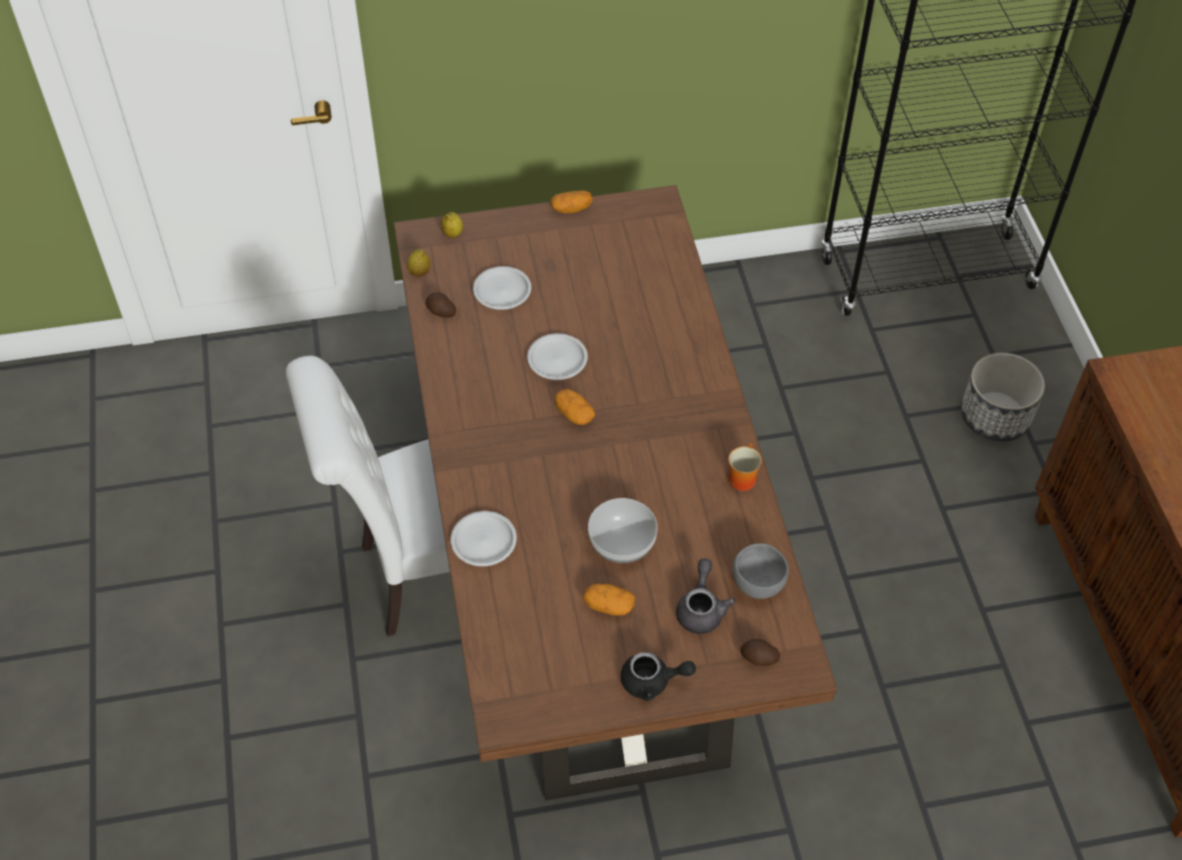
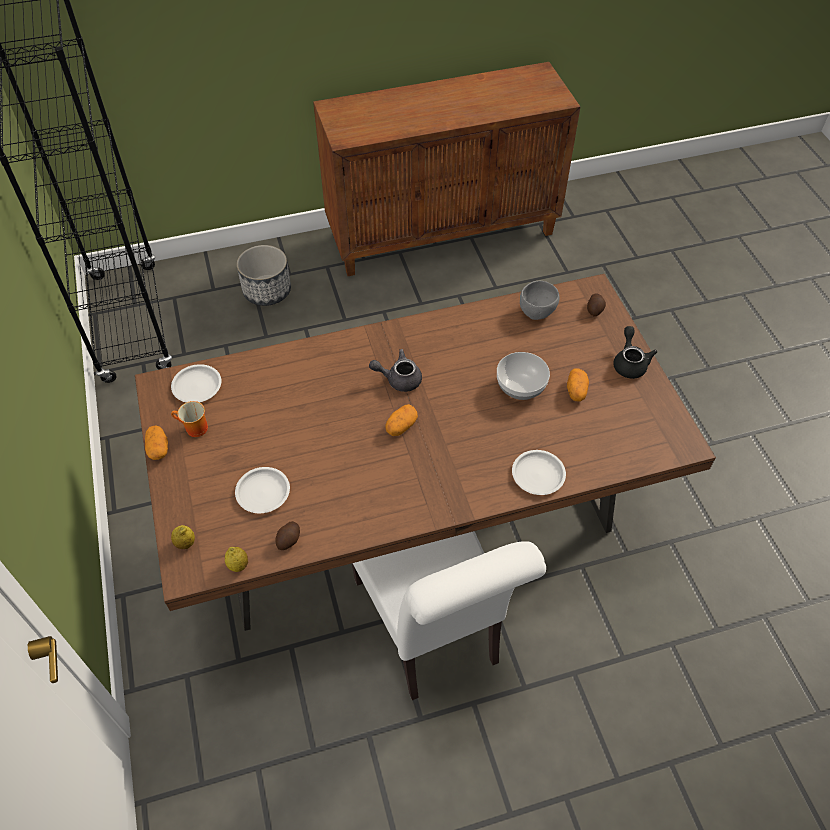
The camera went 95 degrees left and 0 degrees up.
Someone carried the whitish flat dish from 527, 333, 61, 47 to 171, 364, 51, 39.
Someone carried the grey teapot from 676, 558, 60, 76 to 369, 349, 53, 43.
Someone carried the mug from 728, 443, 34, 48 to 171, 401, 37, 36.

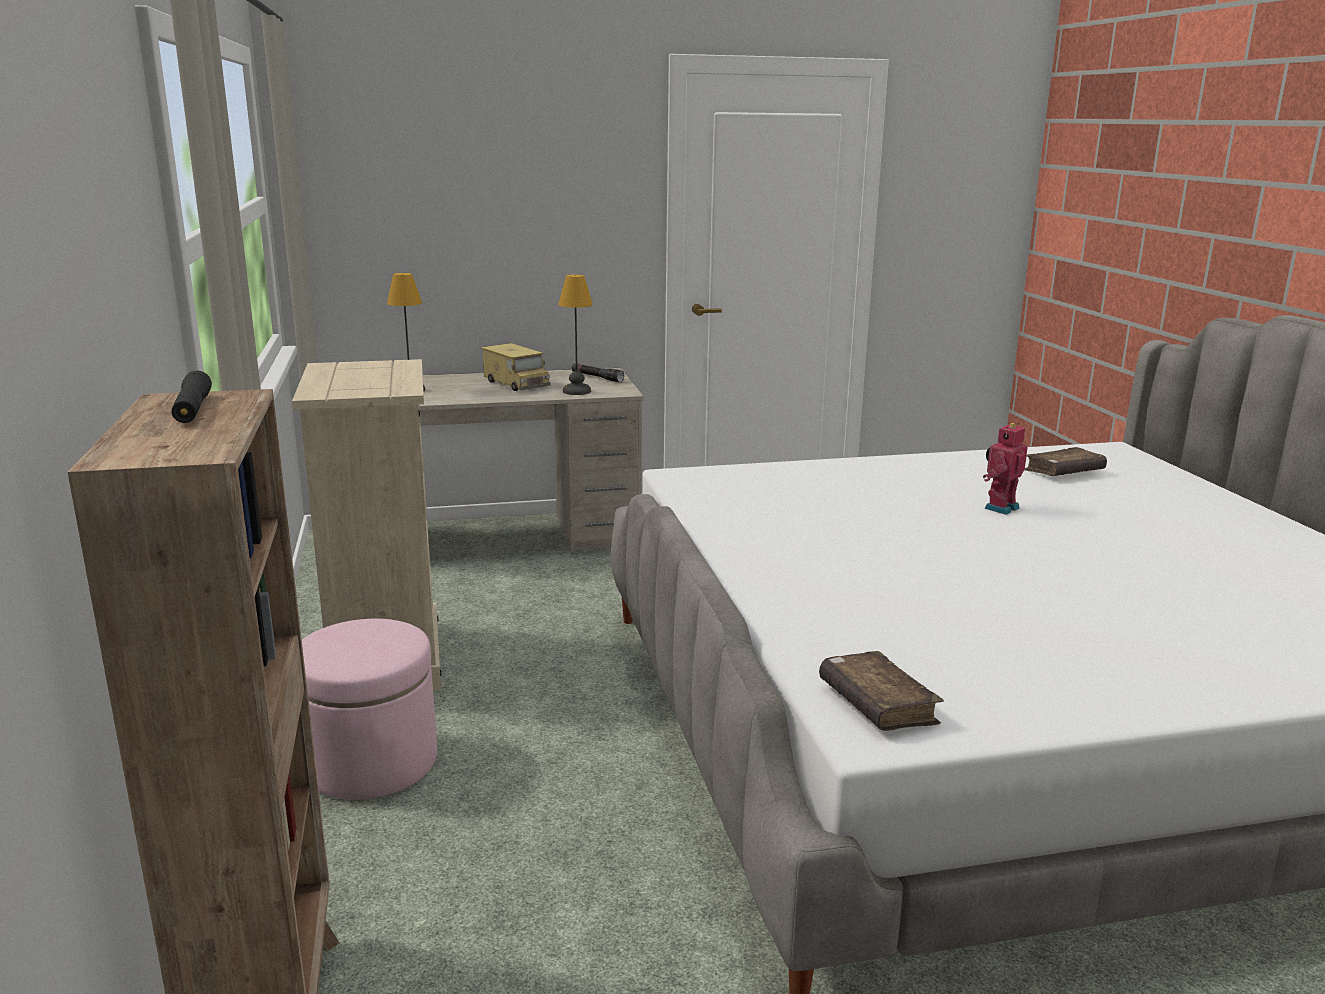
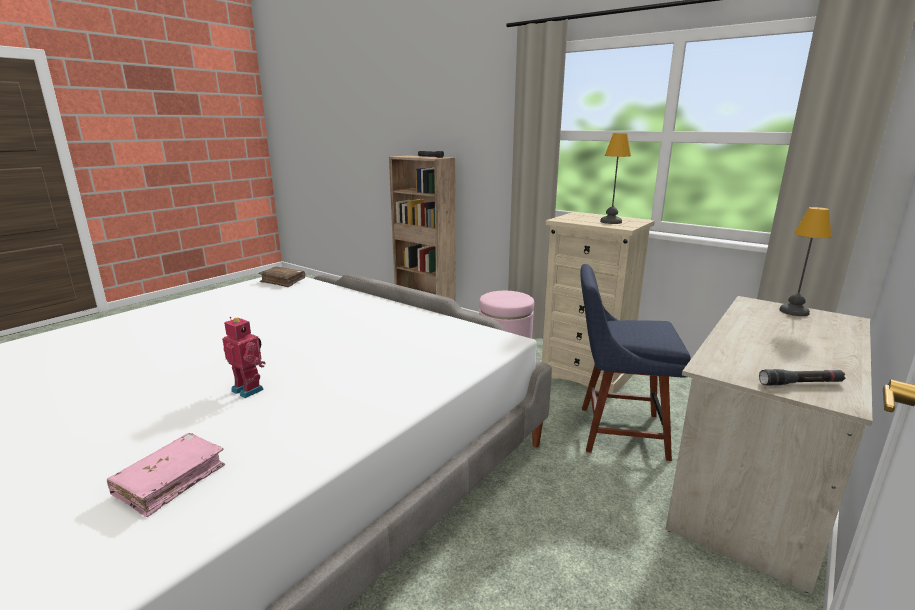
The camera went 140 degrees right and 0 degrees up.
Someone took away the model truck at 481, 343, 70, 48.
Someone carried the lamp for a table from 558, 274, 35, 121 to 600, 133, 31, 91.
Someone rotated the robot figure at 983, 422, 45, 93 by 60 degrees counterclockwise.
Someone repainted the brownish book at 1025, 447, 82, 29, which became the pink book at 107, 433, 118, 84.
Someone put down the bluish chair at 581, 264, 110, 197.

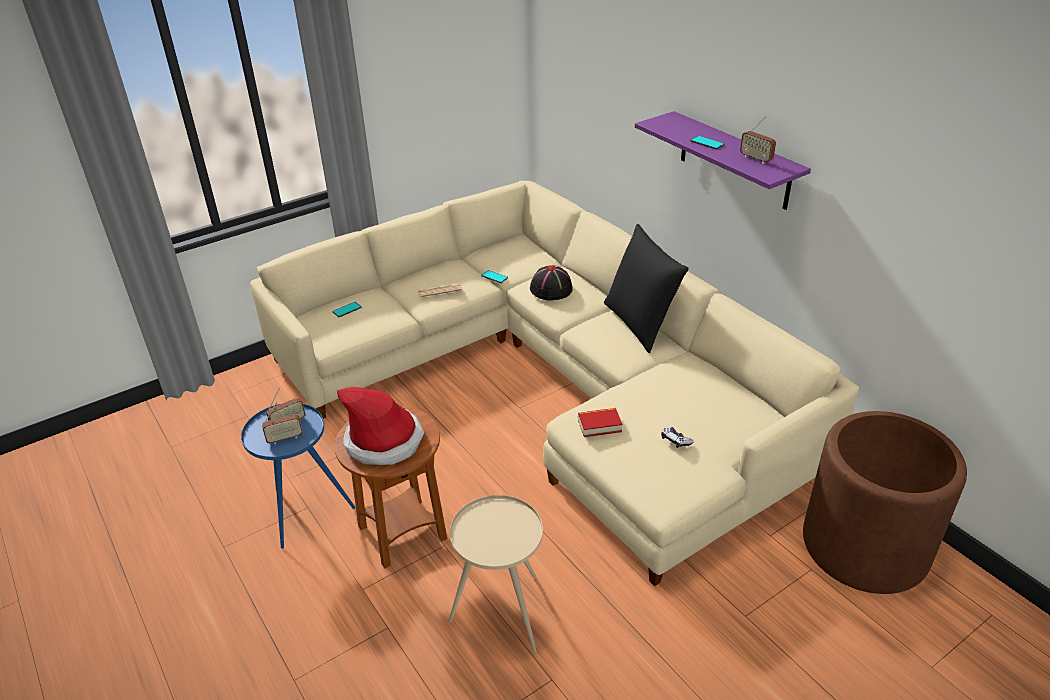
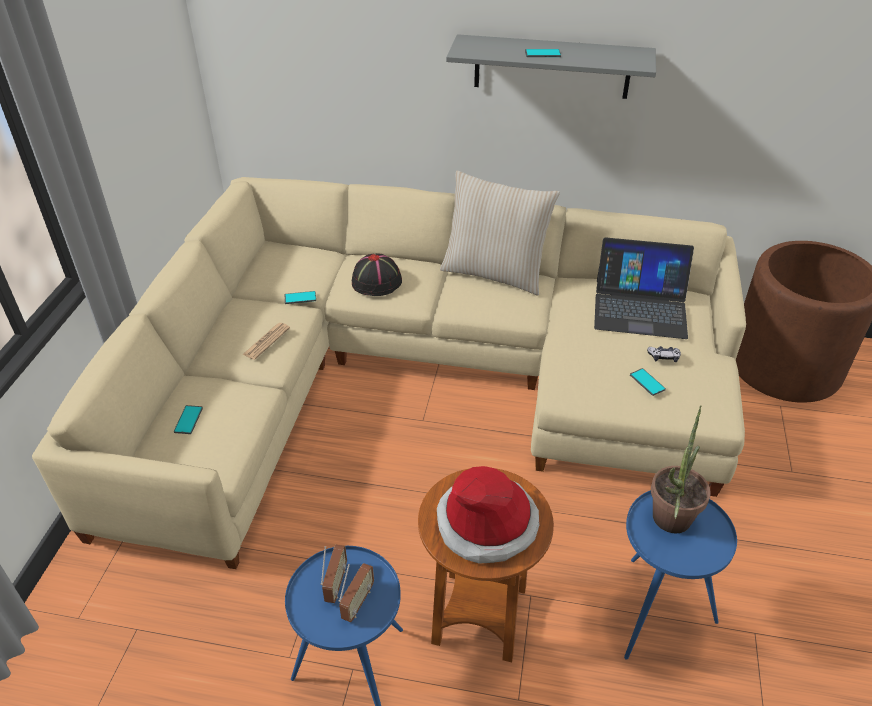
The camera went 45 degrees left and 5 degrees up.
Someone repainted the sand-coloured accent table at 448, 495, 95, 158, which became the bluish accent table at 624, 490, 113, 169.
Someone took away the book at 578, 408, 44, 29.
Someone repainted the blackish pillow at 604, 224, 84, 129, which became the sand-coloured pillow at 440, 171, 120, 124.
Someone repainted the purple shelf at 635, 111, 176, 99, which became the grey shelf at 446, 34, 210, 65.
Someone took away the radio set at 740, 116, 36, 48.
Someone put down the laptop at 594, 237, 100, 102.
Someone put down the handset at 630, 368, 36, 28.
Someone put down the houseplant at 651, 405, 60, 128.

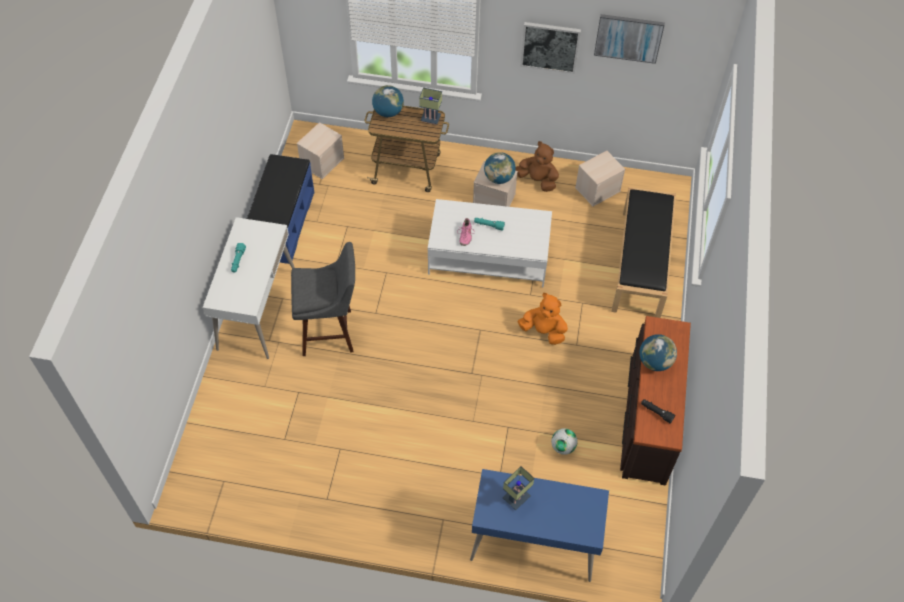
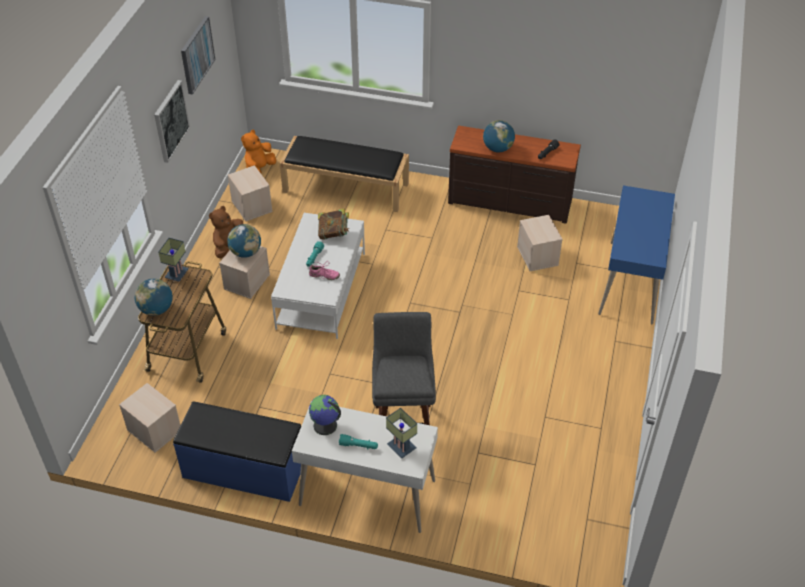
The camera went 85 degrees left and 10 degrees down.
Someone carried the lamp for a table from 502, 466, 32, 44 to 386, 408, 31, 50.
Someone carried the orange-coloured plush toy from 517, 293, 51, 52 to 241, 130, 35, 43.
Someone swapped the ball for football at 551, 428, 27, 27 for the sand-coloured storage bin at 517, 215, 46, 56.
Someone put down the world globe at 309, 395, 32, 40.
Someone put down the book at 318, 209, 31, 31.

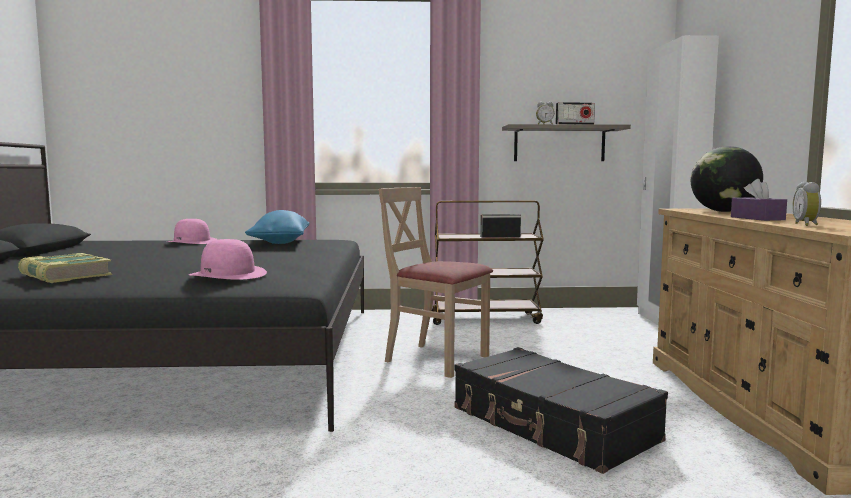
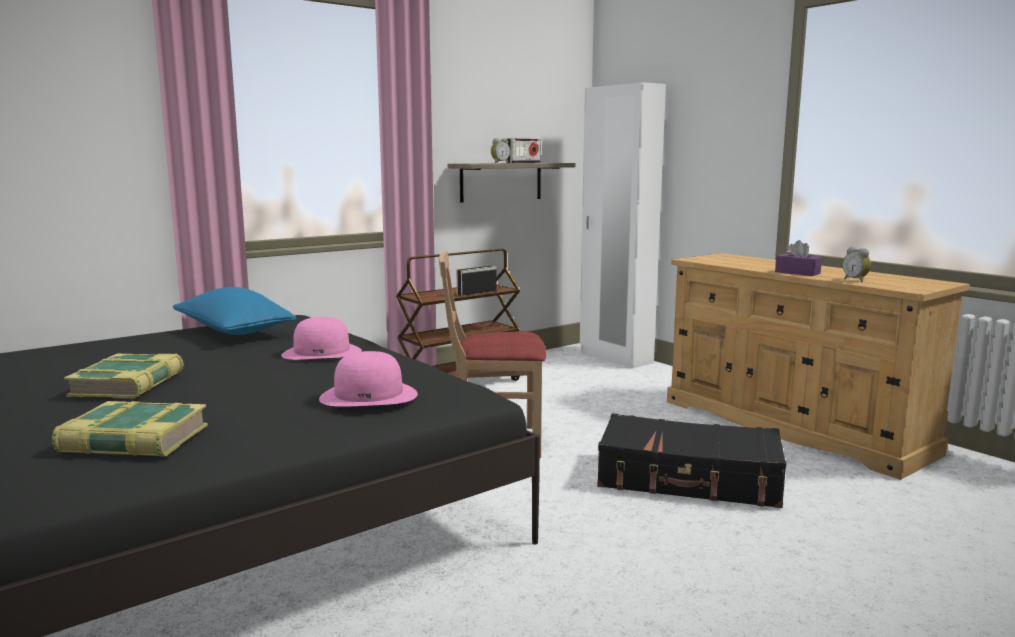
The camera went 35 degrees left and 5 degrees up.
Someone carried the pink hat from 169, 219, 49, 25 to 281, 317, 81, 43.
Someone took away the world globe at 691, 146, 72, 66.
Someone put down the book at 64, 354, 120, 45.

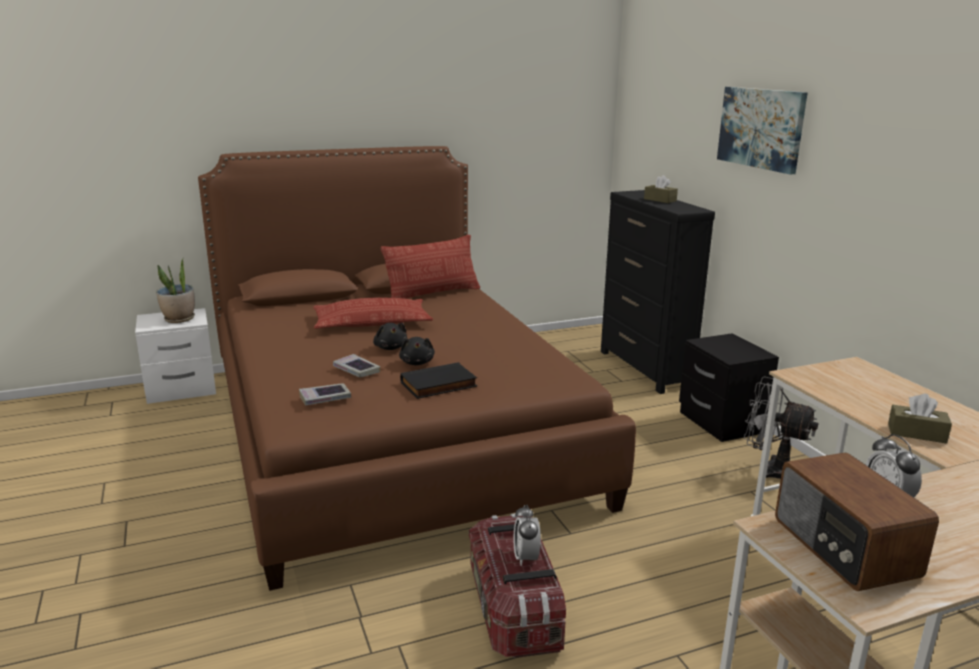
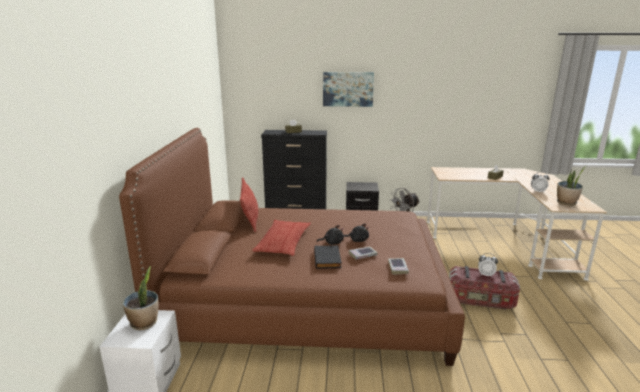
The camera went 65 degrees left and 0 degrees up.
Someone carried the blackish book from 400, 362, 77, 37 to 314, 245, 28, 24.
Someone swapped the radio set at 775, 453, 164, 138 for the houseplant at 557, 166, 29, 40.

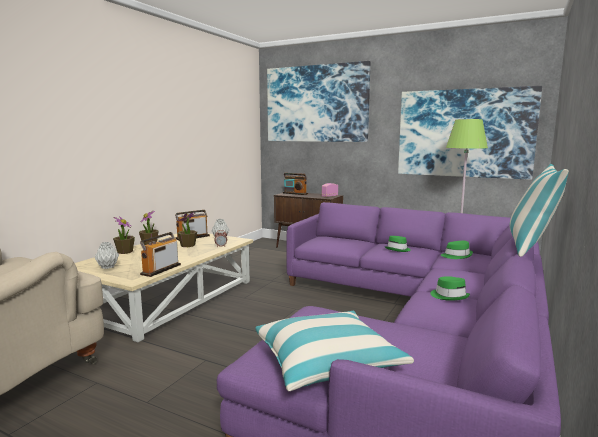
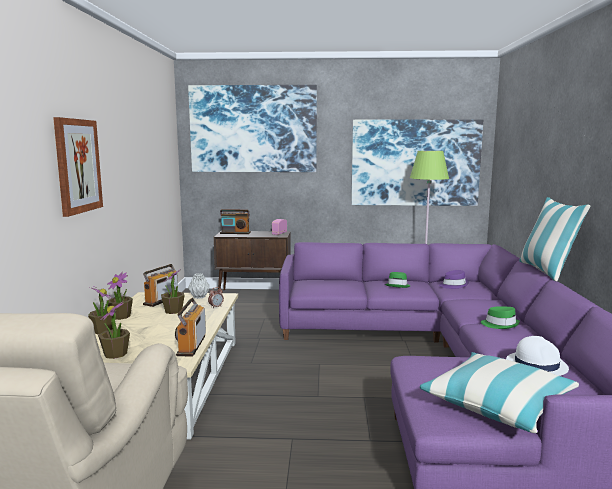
The camera went 25 degrees left and 0 degrees up.
Someone swapped the grey decorative vase at 95, 242, 24, 27 for the houseplant at 98, 302, 32, 57.
Someone repainted the green-coloured hat at 441, 241, 32, 18, which became the purple hat at 439, 270, 30, 19.
Someone put up the wall picture at 53, 117, 50, 100.
Someone put down the whitish hat at 506, 336, 63, 40.

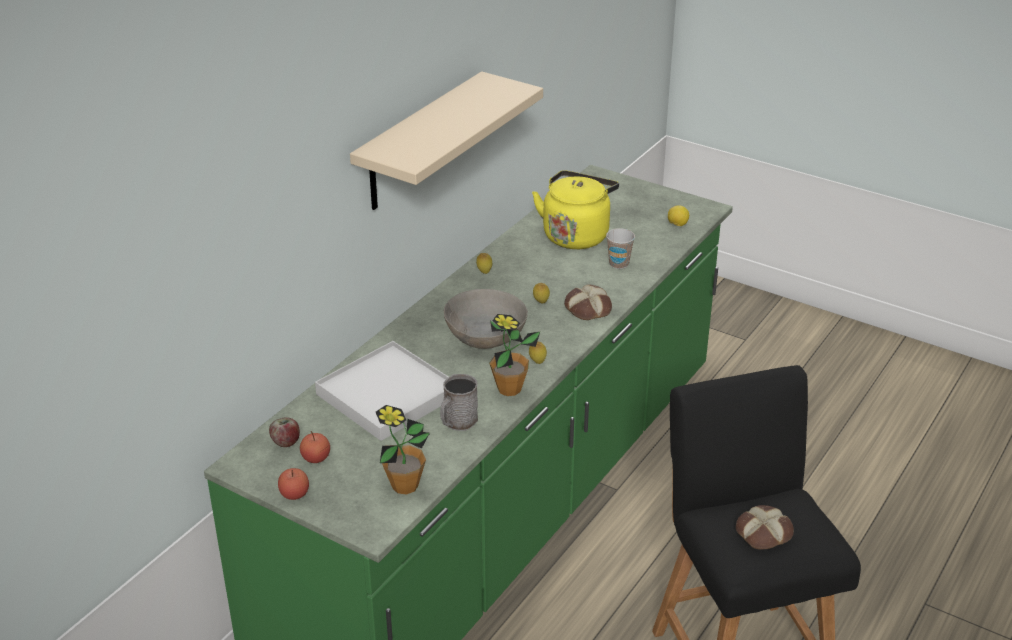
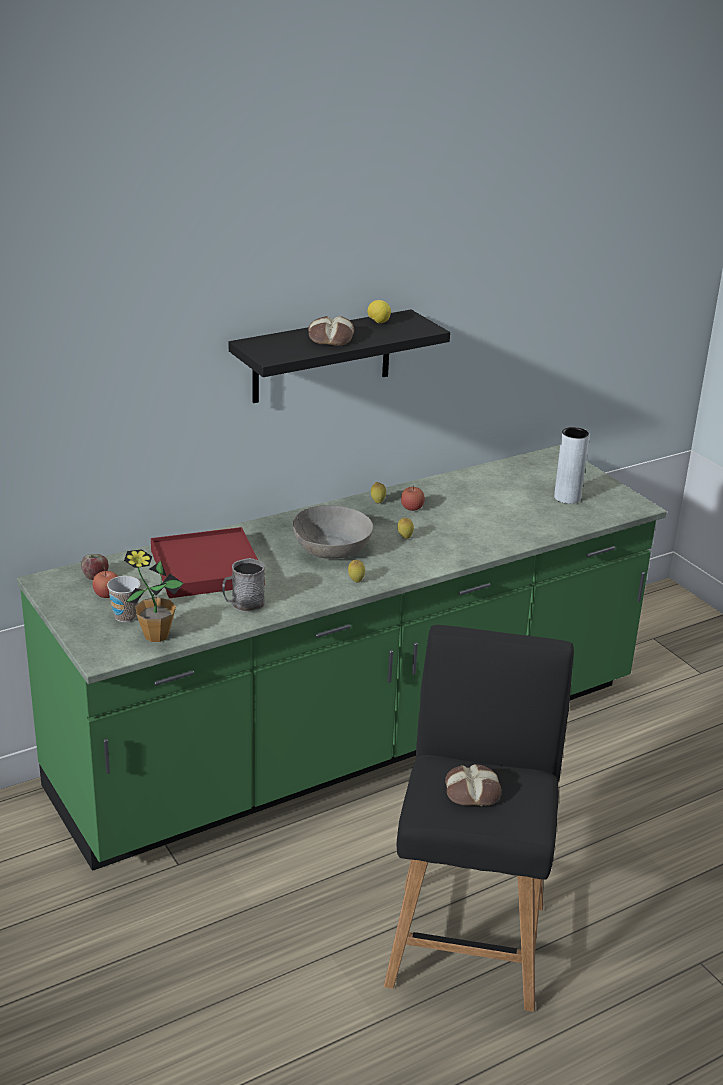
The camera went 25 degrees right and 5 degrees down.
Someone carried the whole apple from 278, 468, 31, 32 to 401, 485, 24, 26.
Someone repainted the whitish serving tray at 315, 341, 134, 100, which became the red serving tray at 151, 527, 114, 71.
Someone repainted the sand-coloured shelf at 350, 71, 193, 139, which became the blackish shelf at 229, 310, 221, 93.
Someone took away the houseplant at 489, 314, 51, 82.
Someone took away the yellowish tea kettle at 532, 170, 87, 79.
Someone carried the baked bread from 564, 284, 48, 36 to 308, 316, 46, 30.
Someone carried the small cup from 606, 228, 29, 41 to 107, 576, 34, 46.
Someone carried the citrus fruit from 668, 205, 21, 21 to 367, 300, 24, 23.
Someone put down the grey decorative vase at 554, 427, 35, 77.

